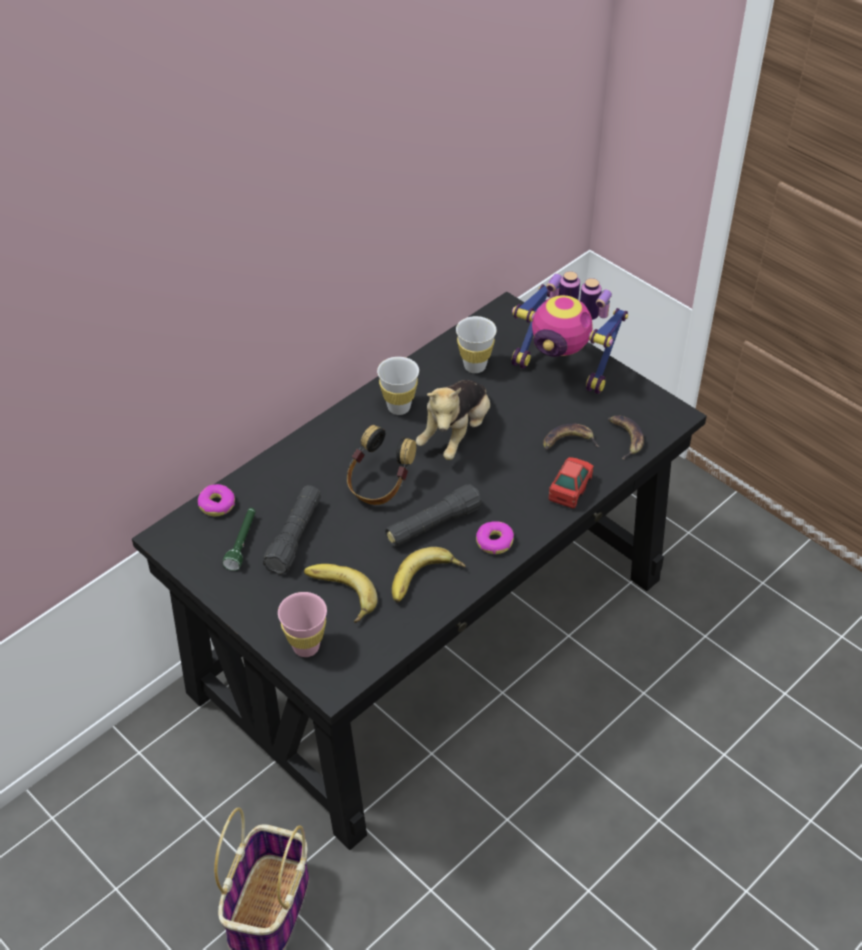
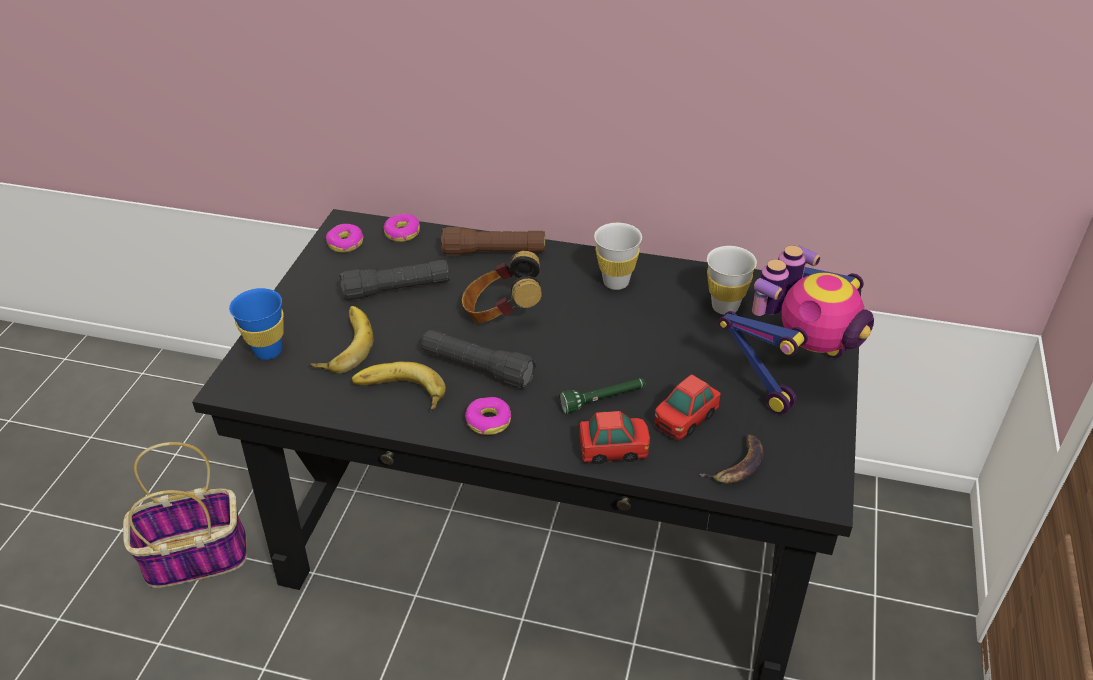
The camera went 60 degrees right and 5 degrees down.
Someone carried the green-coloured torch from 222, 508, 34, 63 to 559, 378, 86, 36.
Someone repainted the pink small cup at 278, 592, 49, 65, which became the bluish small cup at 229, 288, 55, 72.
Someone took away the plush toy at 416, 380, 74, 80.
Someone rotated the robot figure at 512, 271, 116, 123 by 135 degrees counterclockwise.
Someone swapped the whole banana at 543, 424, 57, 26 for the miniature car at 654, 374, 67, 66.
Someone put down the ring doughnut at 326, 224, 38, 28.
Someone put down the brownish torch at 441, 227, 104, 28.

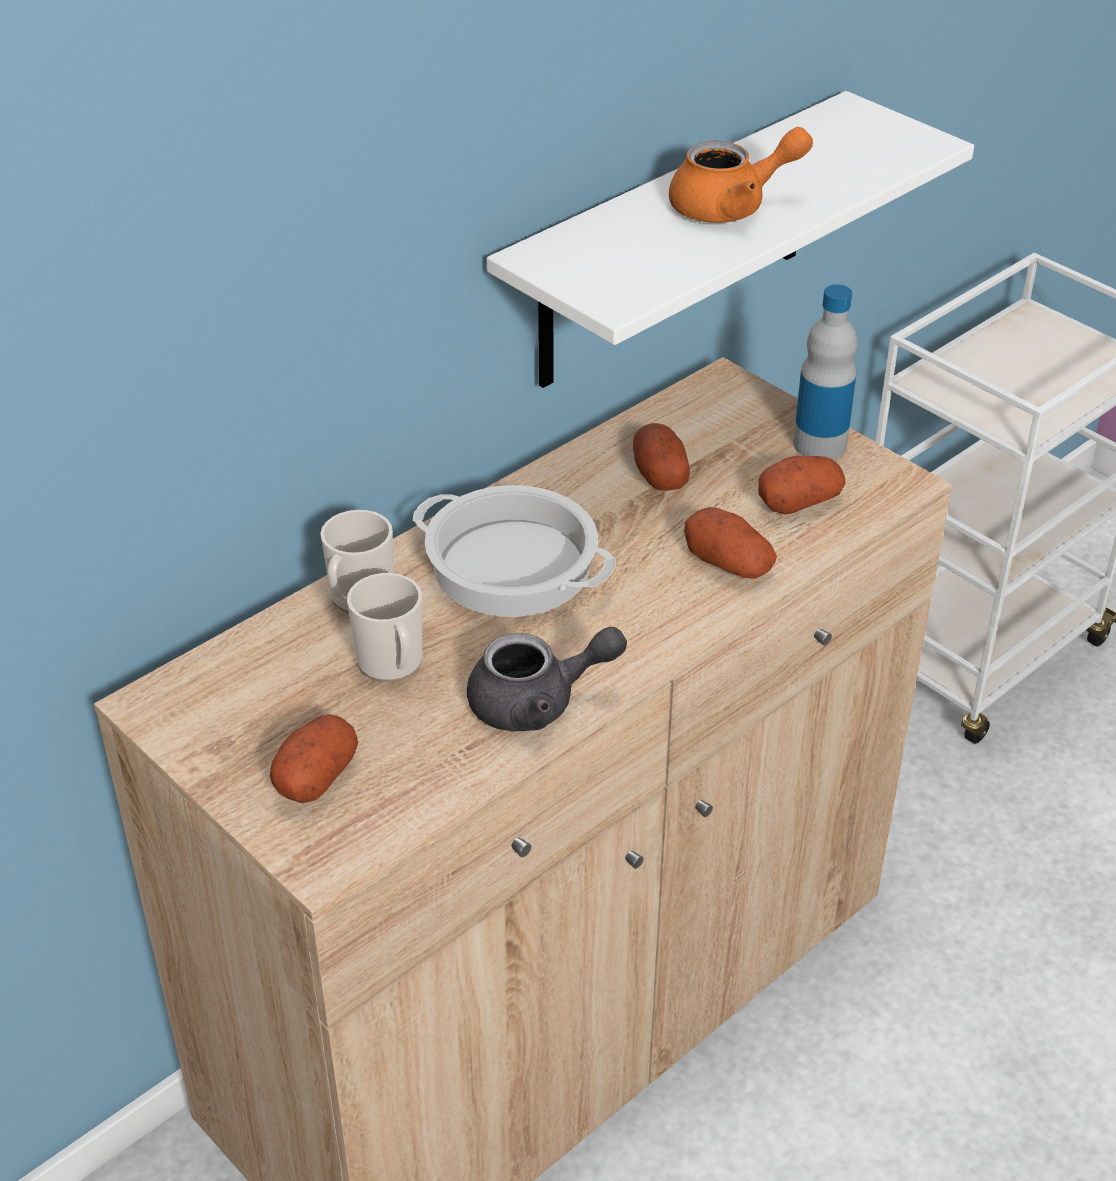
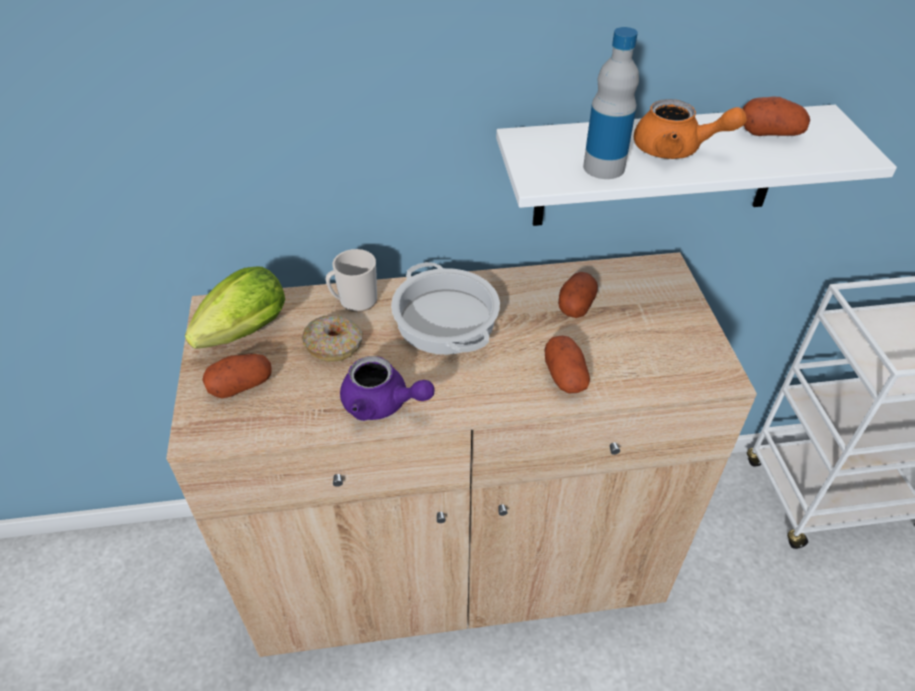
The camera went 35 degrees right and 5 degrees up.
Someone swapped the mug at 347, 573, 75, 109 for the ring doughnut at 302, 315, 61, 47.
Someone repainted the grey teapot at 467, 627, 160, 105, which became the purple teapot at 340, 356, 95, 65.
Someone carried the whole potato from 759, 456, 87, 58 to 742, 97, 68, 39.
Someone carried the beverage bottle from 793, 284, 65, 175 to 583, 27, 56, 152.
Someone put down the head of lettuce at 185, 267, 100, 82.

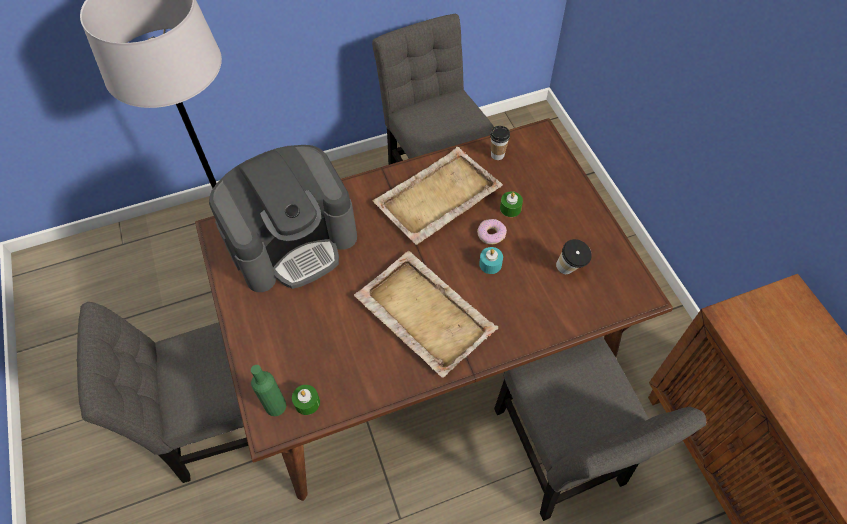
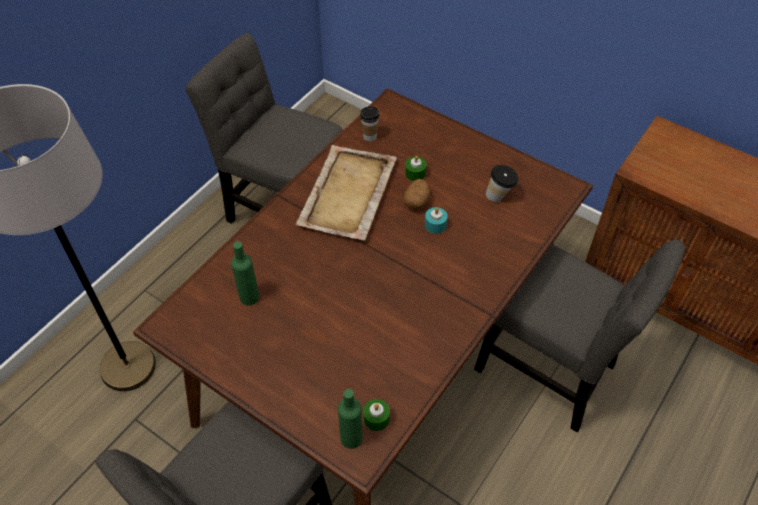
The camera went 35 degrees left and 5 degrees down.
Someone swapped the coffee machine at 209, 145, 148, 147 for the green-coloured beverage bottle at 231, 242, 28, 64.
Someone took away the sand-coloured serving tray at 354, 251, 144, 127.
Someone swapped the ring doughnut at 477, 219, 30, 26 for the whole potato at 404, 179, 26, 30.

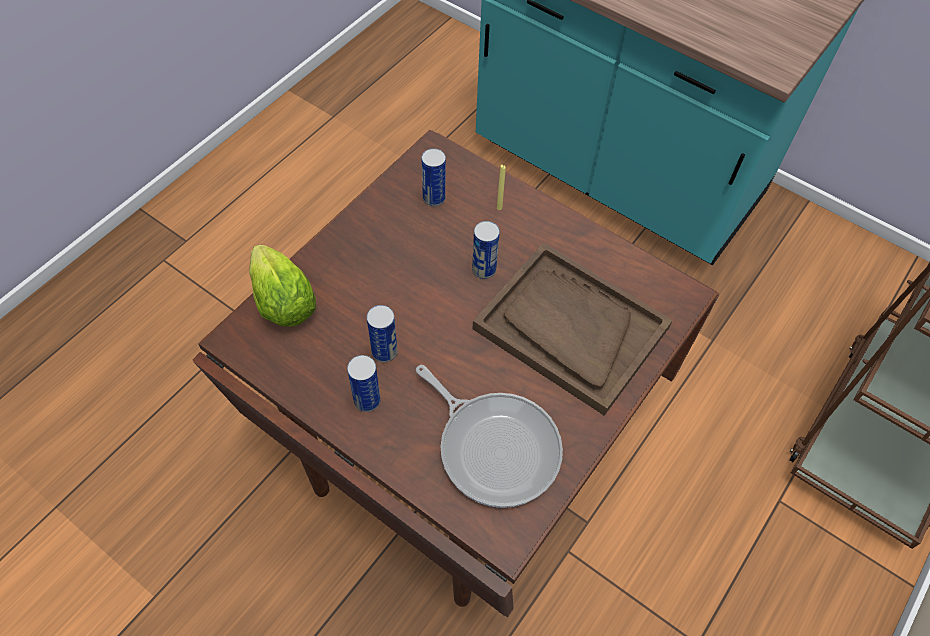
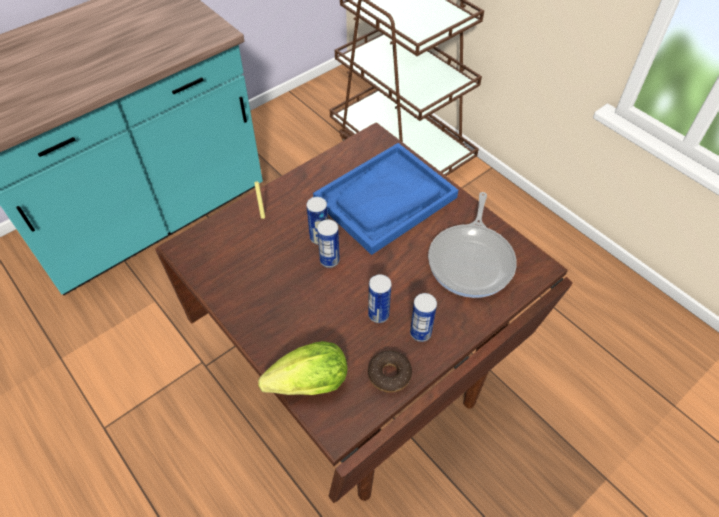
The camera went 75 degrees left and 5 degrees down.
Someone rotated the pan at 416, 365, 147, 143 by 135 degrees clockwise.
Someone carried the sealed can from 421, 148, 25, 58 to 317, 220, 23, 48.
Someone repainted the brownish serving tray at 472, 243, 201, 173, which became the bluish serving tray at 313, 143, 145, 112.
Someone put down the ring doughnut at 368, 350, 44, 43.

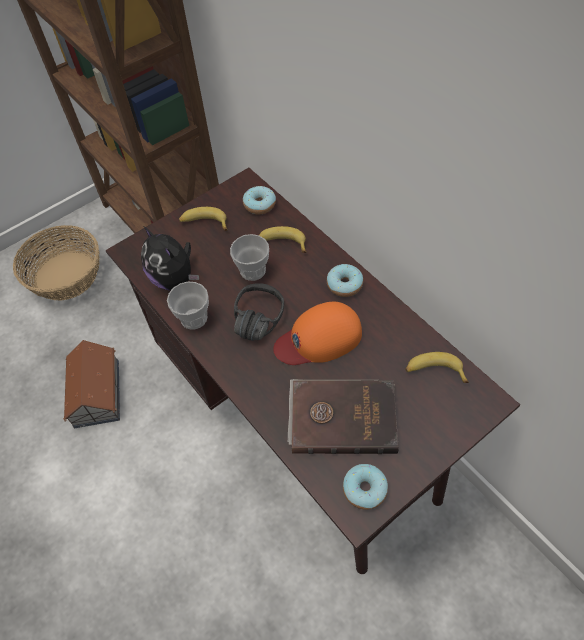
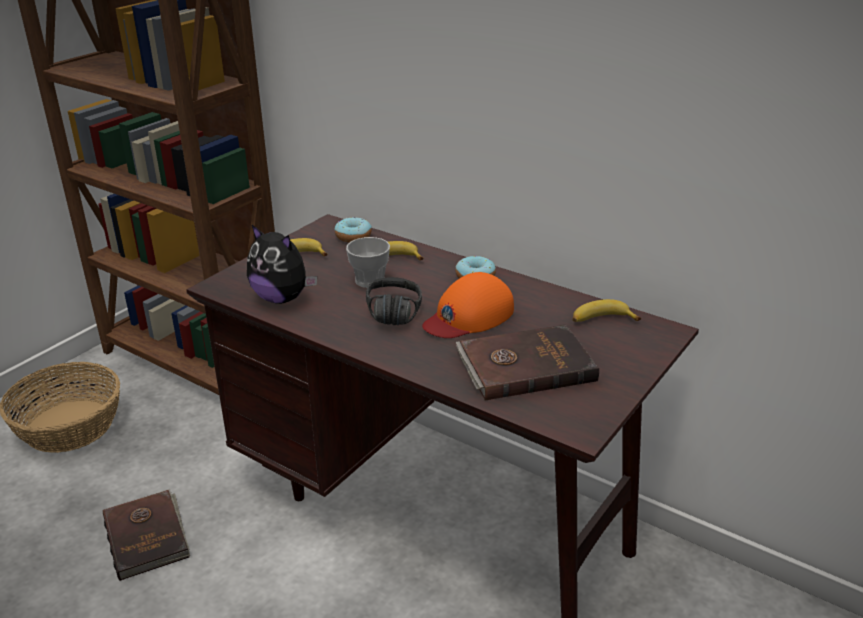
The camera went 20 degrees left and 25 degrees down.
Someone swapped the miniature house at 63, 340, 57, 88 for the brownish book at 103, 489, 87, 92.
Someone took away the small cup at 167, 282, 42, 48.
Someone took away the ring doughnut at 343, 464, 45, 46.

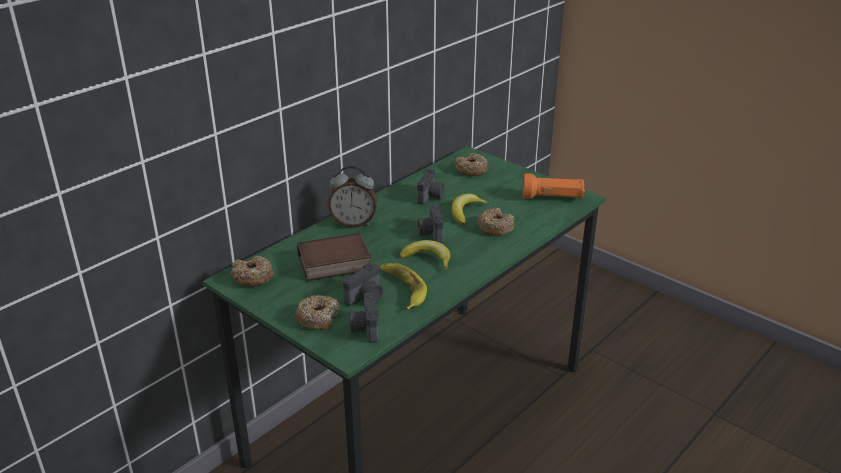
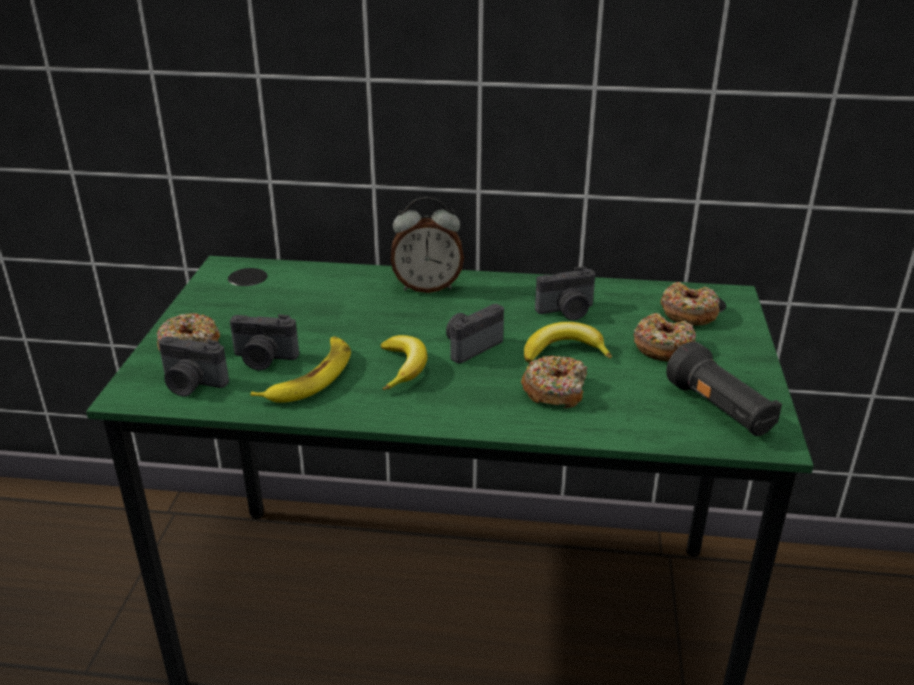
The camera went 55 degrees right and 0 degrees up.
Someone carried the ring doughnut from 231, 256, 43, 31 to 634, 313, 62, 48.
Someone took away the book at 297, 233, 74, 48.
Someone rotated the bedside clock at 328, 166, 49, 62 by 60 degrees counterclockwise.
Someone rotated the photo camera at 349, 293, 30, 50 by 120 degrees counterclockwise.
Someone repainted the orange-coloured torch at 523, 173, 62, 26, which became the blackish torch at 666, 342, 116, 94.

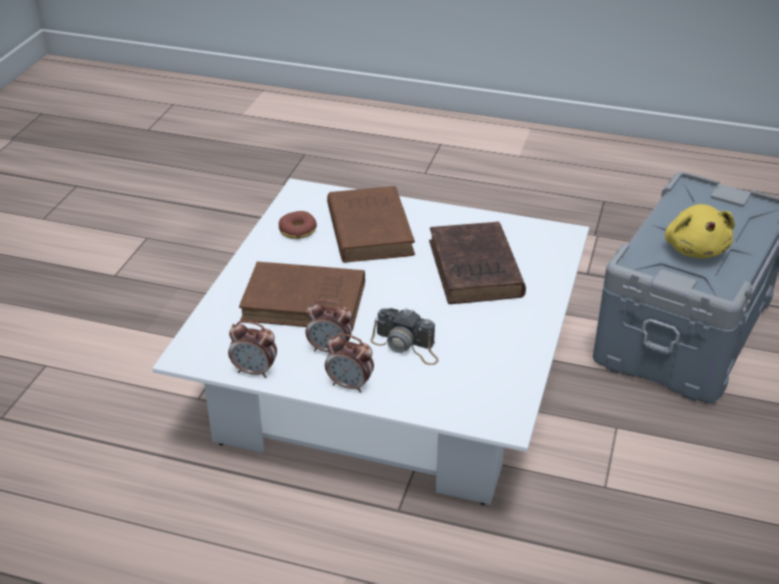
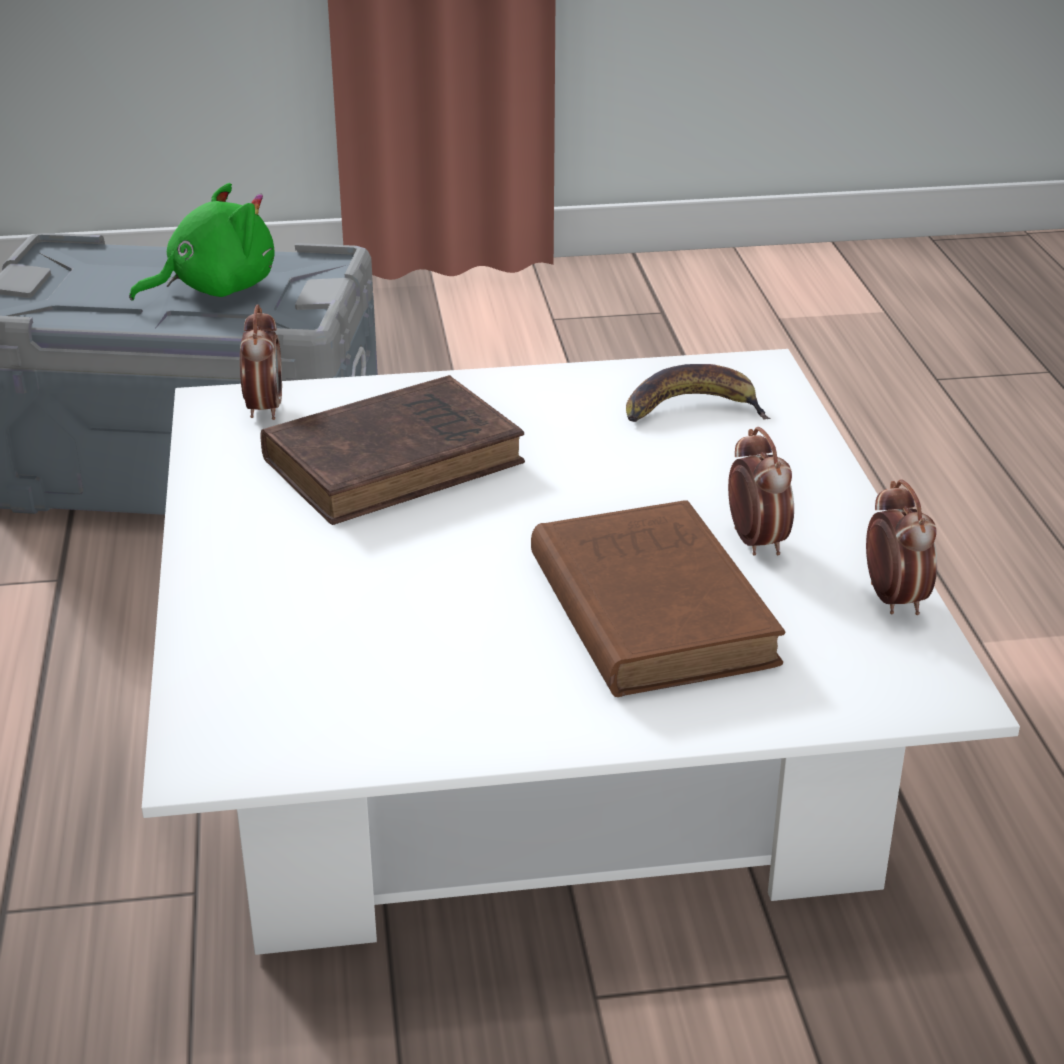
The camera went 115 degrees left and 5 degrees down.
Someone took away the ring doughnut at 279, 211, 38, 28.
Someone carried the bedside clock from 325, 333, 49, 60 to 240, 305, 42, 115.
Someone took away the brownish book at 327, 186, 88, 77.
Someone took away the photo camera at 371, 308, 68, 57.
Someone repainted the yellowish plush toy at 665, 204, 70, 54, which became the green-coloured plush toy at 129, 183, 146, 118.
Someone put down the whole banana at 626, 364, 144, 58.

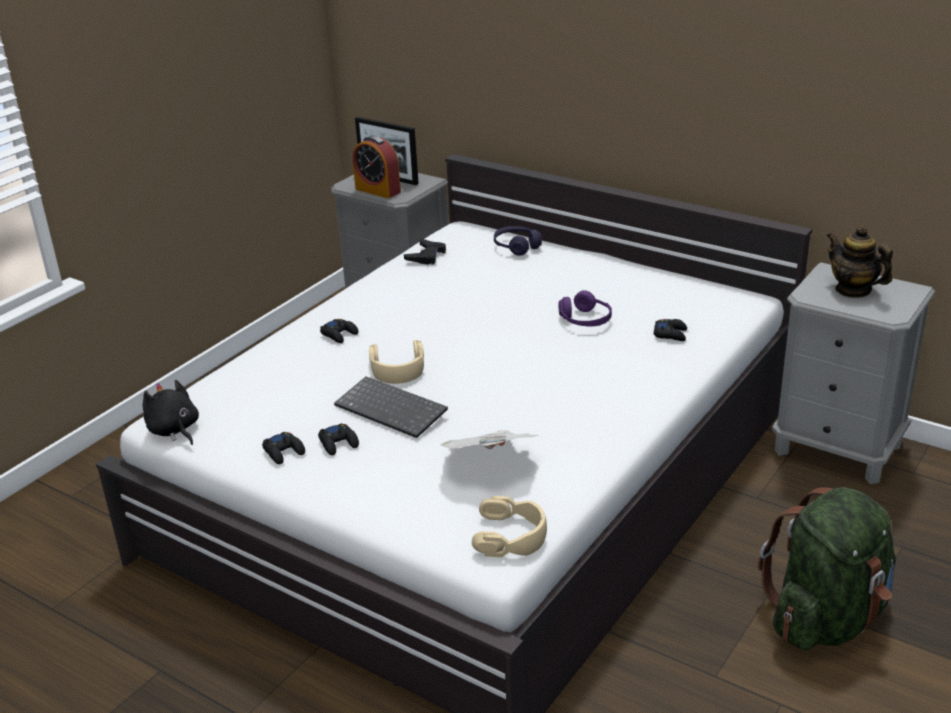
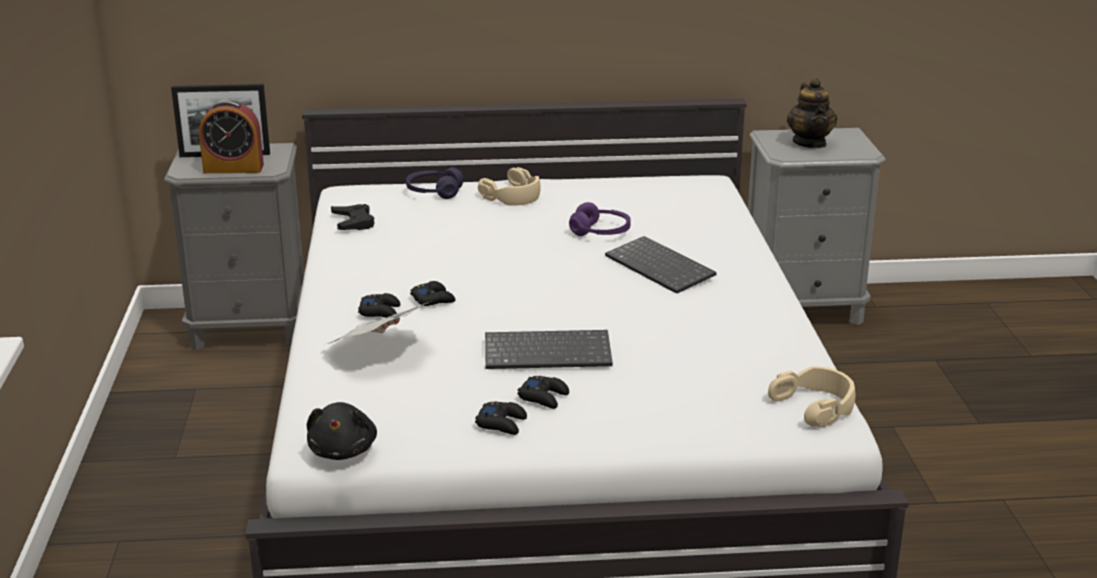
The camera went 40 degrees left and 5 degrees down.
Someone rotated the blackish plush toy at 143, 380, 56, 65 by 105 degrees counterclockwise.
Someone carried the sand-coloured headset from 369, 340, 55, 44 to 478, 167, 63, 39.
Someone carried the printed paper from 441, 430, 97, 19 to 324, 301, 108, 44.
Someone carried the blackish gamepad from 653, 319, 34, 22 to 410, 281, 45, 25.
Someone took away the green-coloured backpack at 758, 487, 138, 163.
Someone rotated the teapot at 827, 226, 66, 72 by 105 degrees counterclockwise.
Someone put down the keyboard at 605, 236, 111, 58.

